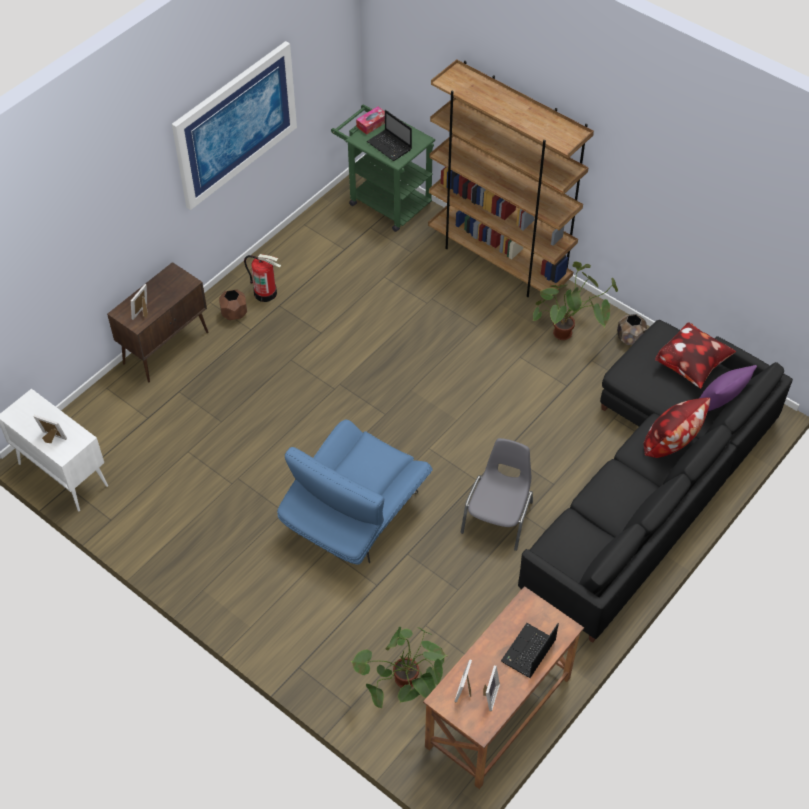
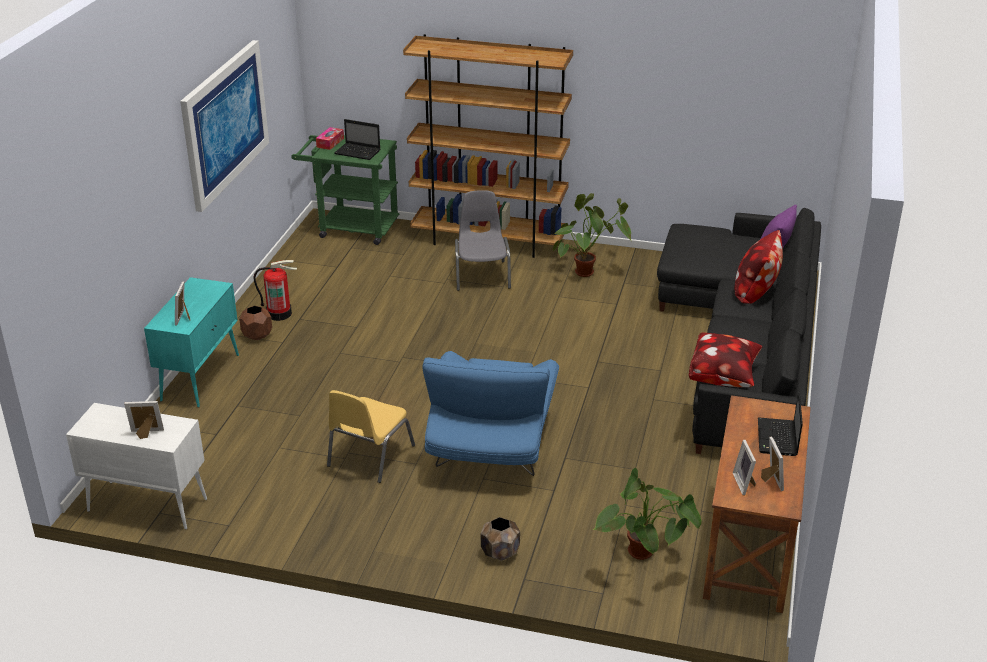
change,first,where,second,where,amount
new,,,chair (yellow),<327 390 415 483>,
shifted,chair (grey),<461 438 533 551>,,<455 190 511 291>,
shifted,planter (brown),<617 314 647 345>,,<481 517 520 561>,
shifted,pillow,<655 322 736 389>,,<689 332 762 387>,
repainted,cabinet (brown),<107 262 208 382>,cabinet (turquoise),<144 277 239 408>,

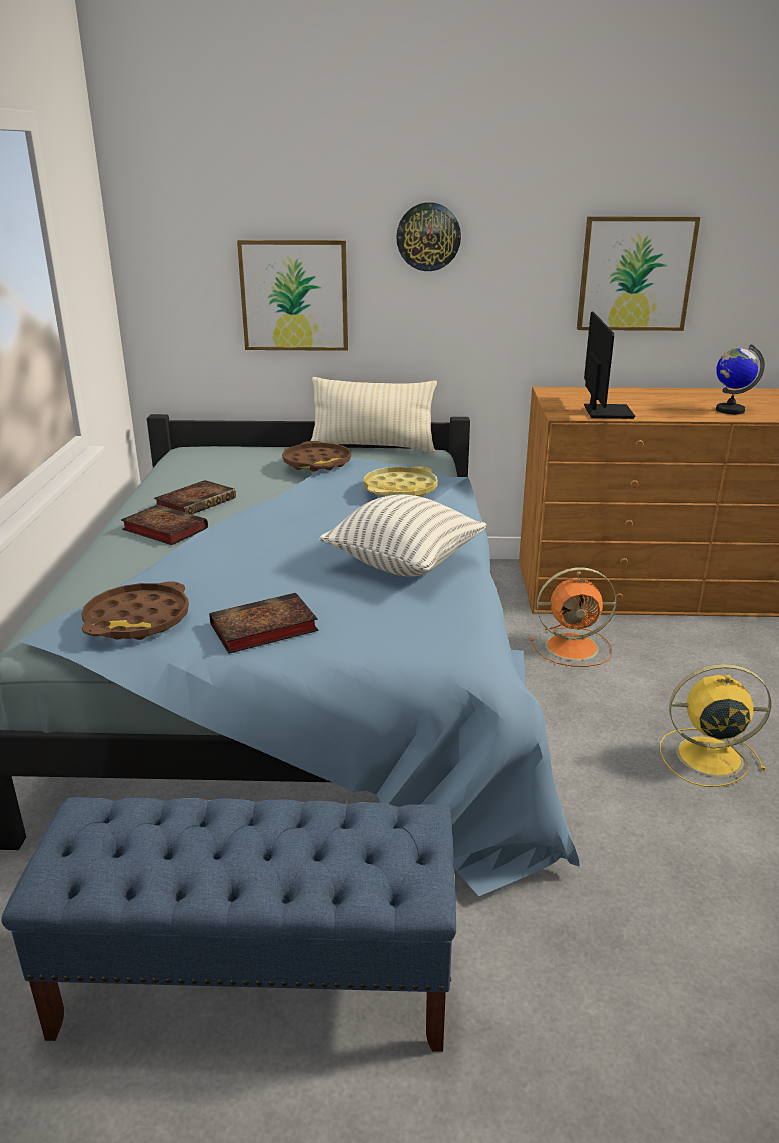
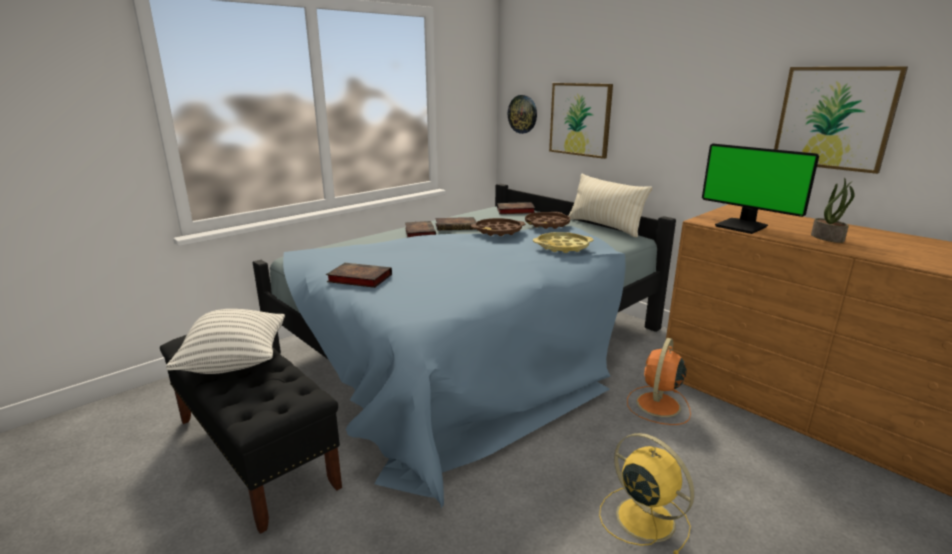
change,first,where,second,where,amount
gone,globe,<716 344 765 414>,,,
new,,,book,<497 202 535 214>,
new,,,potted plant,<811 178 855 243>,
shifted,tray (brown),<81 581 189 640>,,<471 218 526 236>,
shifted,pillow,<319 495 487 577>,,<166 309 285 374>,
shifted,wall clock,<396 202 461 271>,,<508 95 537 134>,
repainted,bench (blue),<1 797 456 1052>,bench (black),<160 335 342 534>,
rotated,fan (orange),<530 567 617 667>,,<627 338 691 425>,75 degrees clockwise
rotated,monitor,<584 312 635 419>,,<702 144 819 234>,90 degrees clockwise

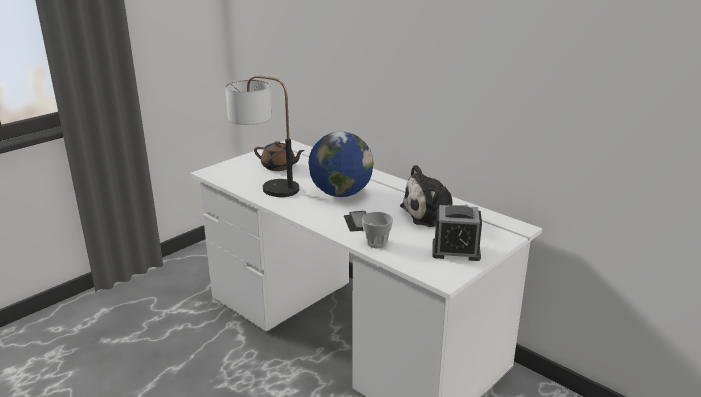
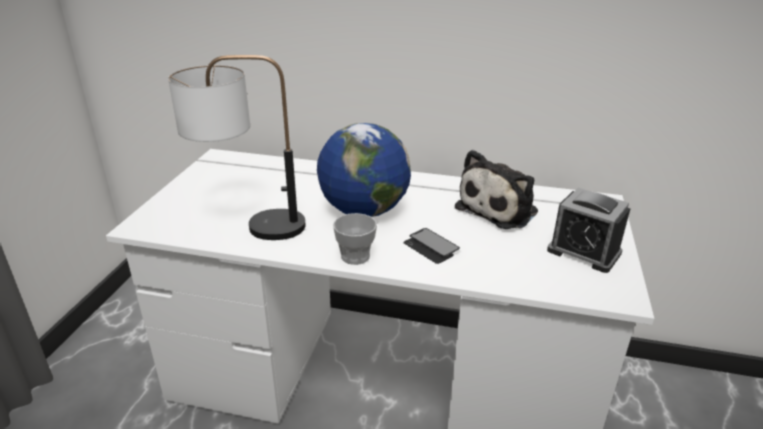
change,first,where,second,where,amount
gone,teapot (brown),<254 141 305 171>,,,
shifted,cup,<362 212 393 248>,,<333 213 377 265>,
rotated,alarm clock,<432 205 482 261>,,<547 188 631 273>,60 degrees clockwise

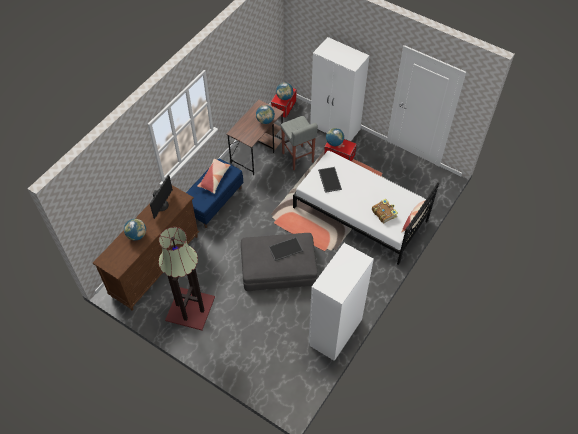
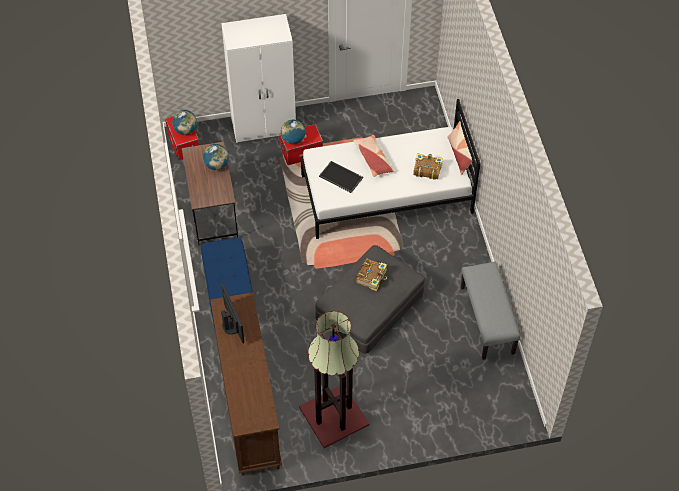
change,first,where,second,where,amount
gone,globe,<124 219 146 241>,,,
gone,stool (grey),<281 116 318 170>,,,
shifted,pillow,<197 159 230 194>,,<353 135 395 177>,
swapped,tray,<268 237 303 261>,book,<356 259 387 291>,
swapped,wardrobe (white),<309 243 374 361>,bench (grey),<461 262 520 360>,

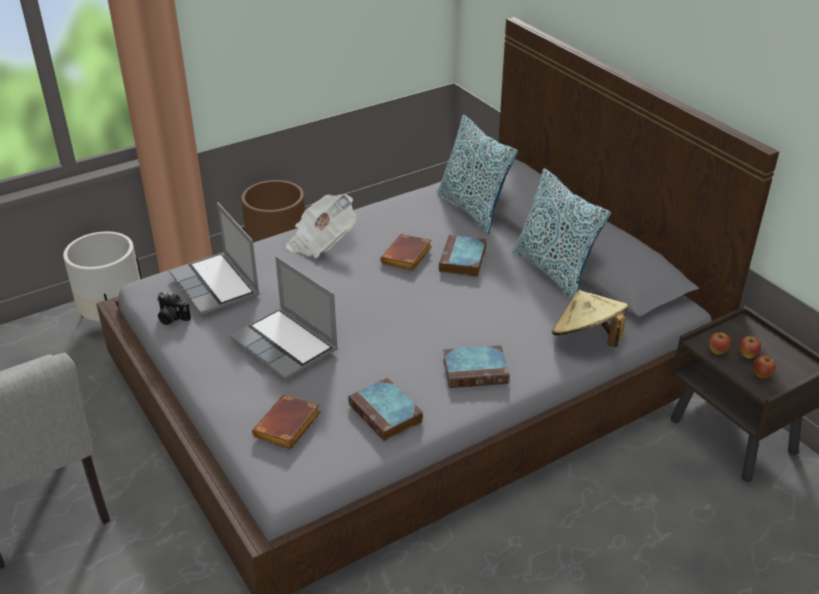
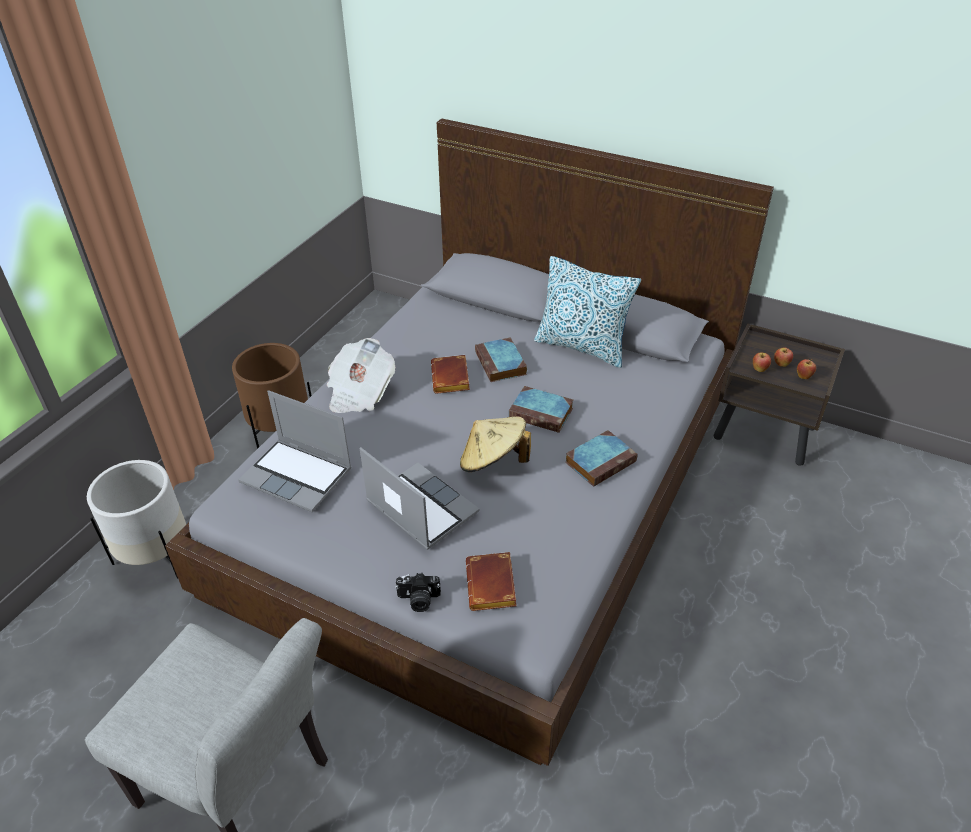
change,first,where,second,where,amount
gone,pillow,<437 115 518 234>,,,
shifted,photo camera,<157 292 191 325>,,<395 573 441 612>,
shifted,book,<348 377 423 441>,,<509 386 573 433>,
shifted,hat (beige),<552 290 628 347>,,<460 416 531 472>,
rotated,laptop,<230 256 338 380>,,<360 447 480 550>,150 degrees counterclockwise

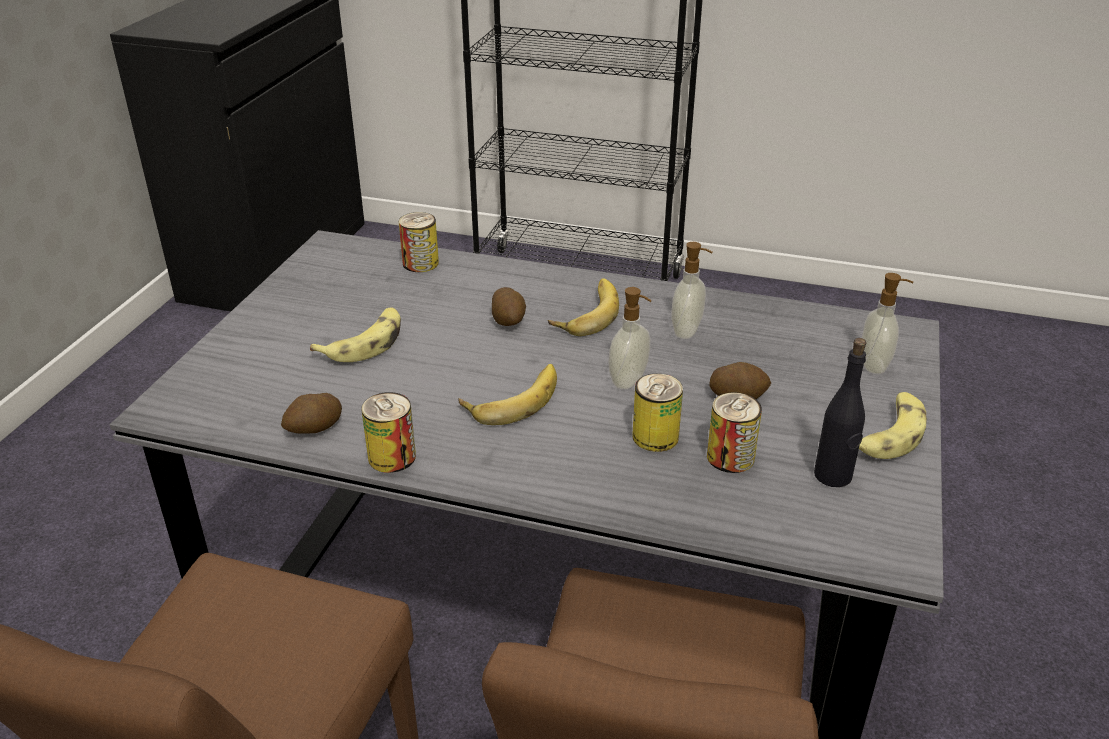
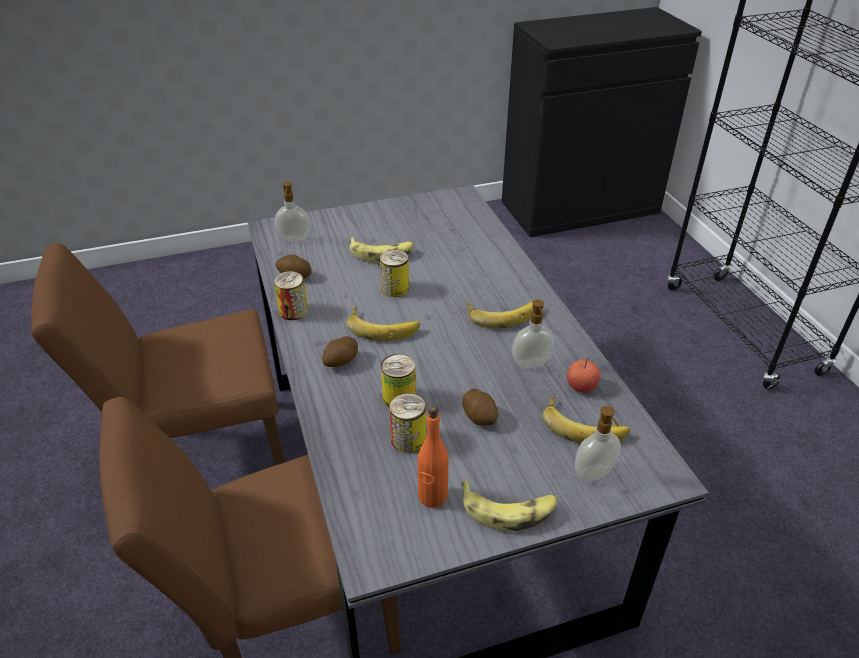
change,first,where,second,where,amount
new,,,banana,<543 394 630 443>,
new,,,apple,<567 358 600 392>,
shifted,can,<399 212 439 272>,,<380 250 409 297>,
shifted,potato,<492 287 526 326>,,<322 336 358 367>,
shifted,soap dispenser,<608 287 652 389>,,<275 182 310 242>,
repainted,bottle (black),<814 338 866 487>,bottle (orange),<418 405 449 508>,

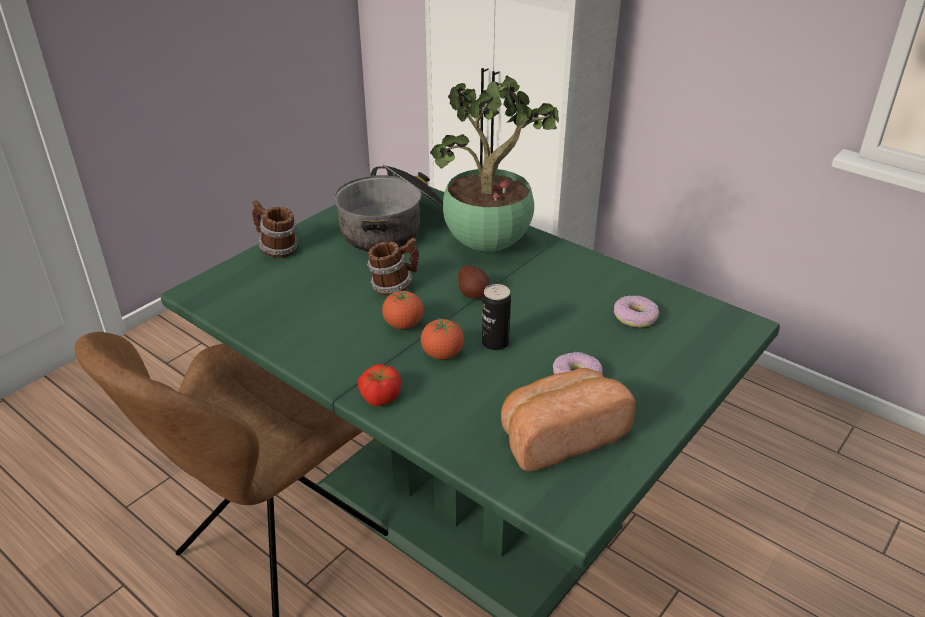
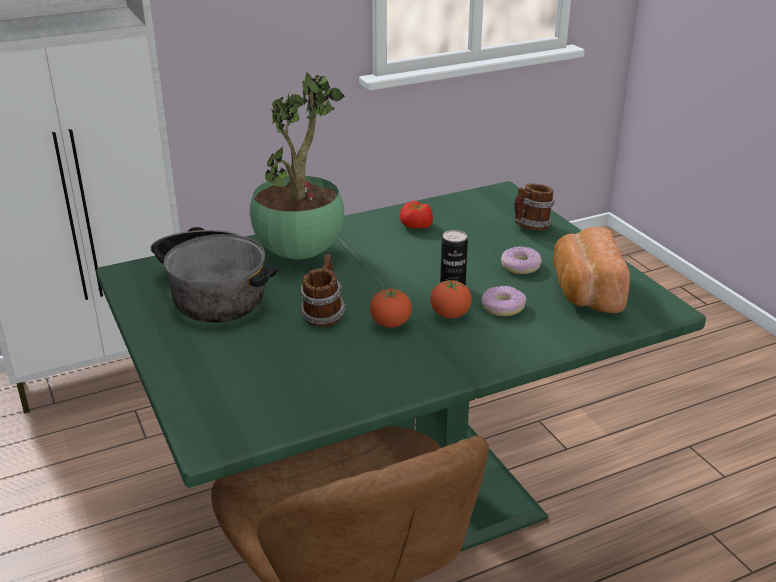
change,first,where,second,where,amount
gone,potato,<458 265 490 299>,,,
shifted,mug,<252 200 299 258>,,<514 183 555 231>,
shifted,tomato,<358 364 401 406>,,<400 201 433 229>,
shifted,donut,<614 296 659 328>,,<481 286 526 316>,

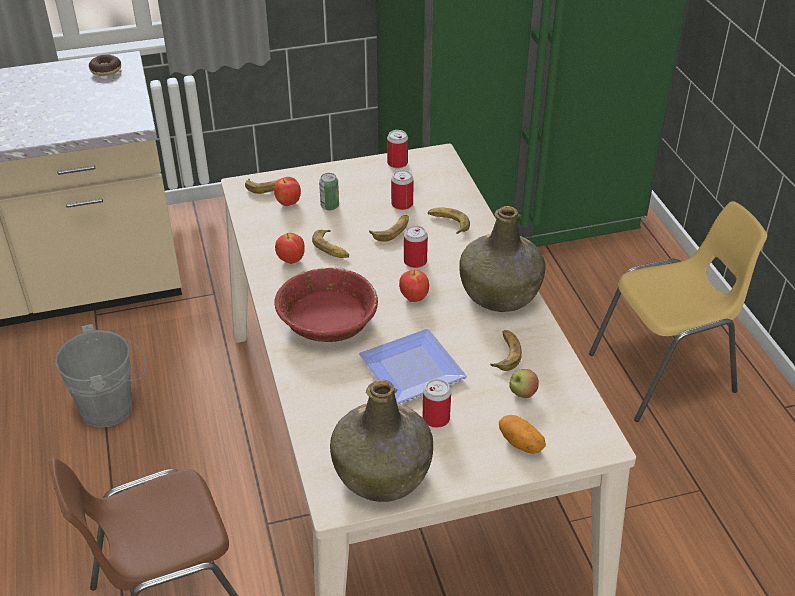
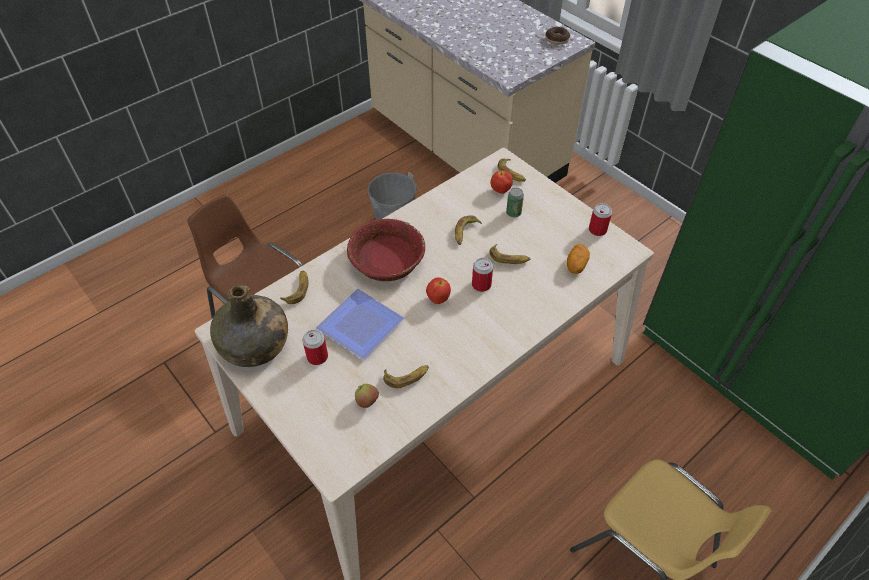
change,first,where,second,where,amount
gone,apple,<275 233 305 264>,,,
gone,can,<391 170 414 210>,,,
gone,bottle (green),<459 206 546 312>,,,
shifted,banana,<428 207 470 234>,,<280 271 308 304>,
shifted,potato,<499 415 546 454>,,<567 244 590 274>,

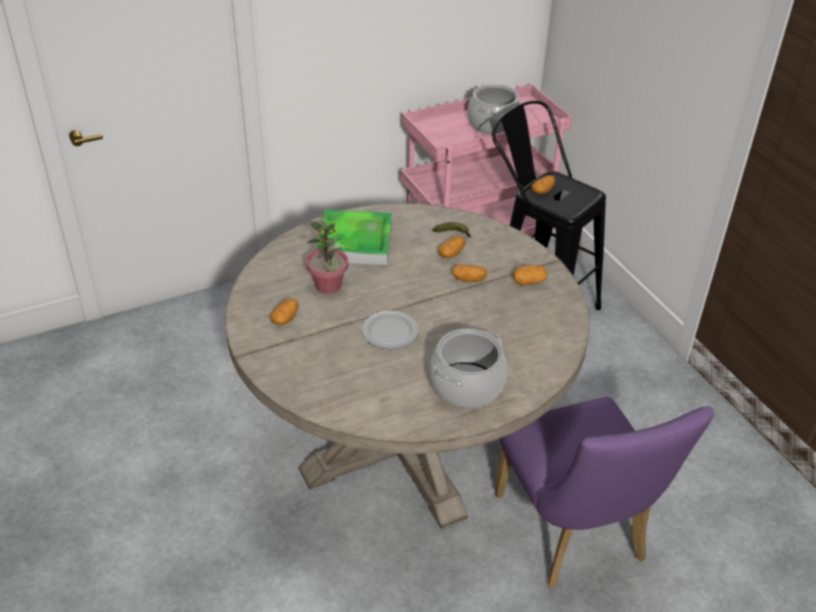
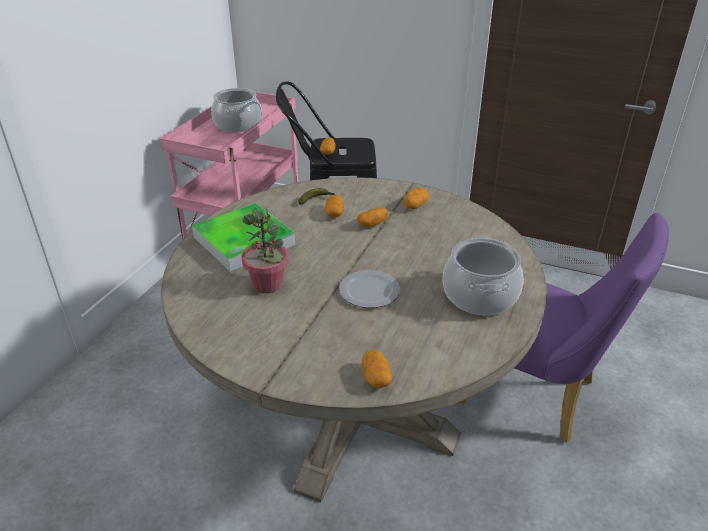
change,first,where,second,where,amount
shifted,potato,<270 298 299 325>,,<362 350 392 388>,

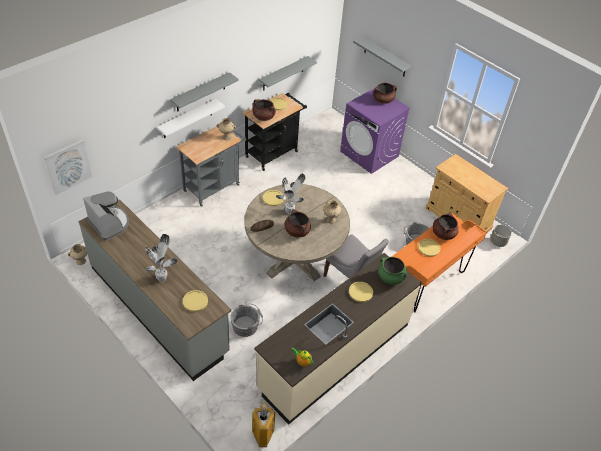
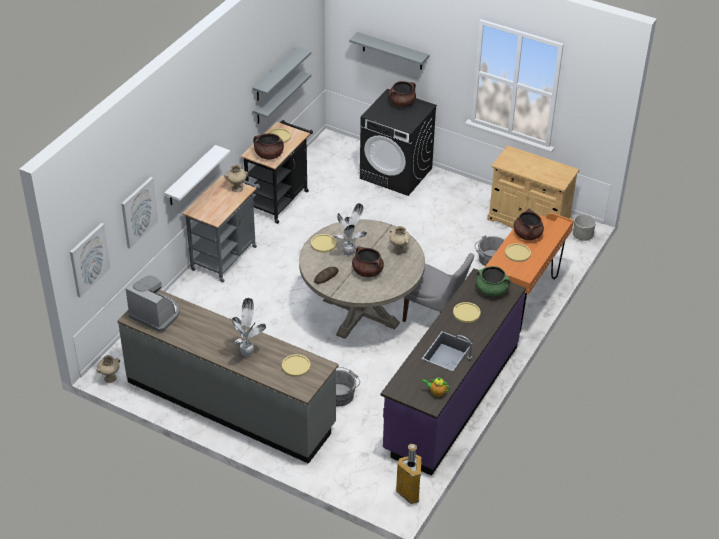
change,first,where,second,where,amount
new,,,picture,<121 177 158 249>,
shifted,shelf (grey),<170 72 239 112>,,<252 47 311 101>,
repainted,counter (beige),<254 253 422 424>,counter (purple),<381 268 526 476>,
repainted,washing machine (purple),<340 87 410 174>,washing machine (black),<360 89 437 196>,

